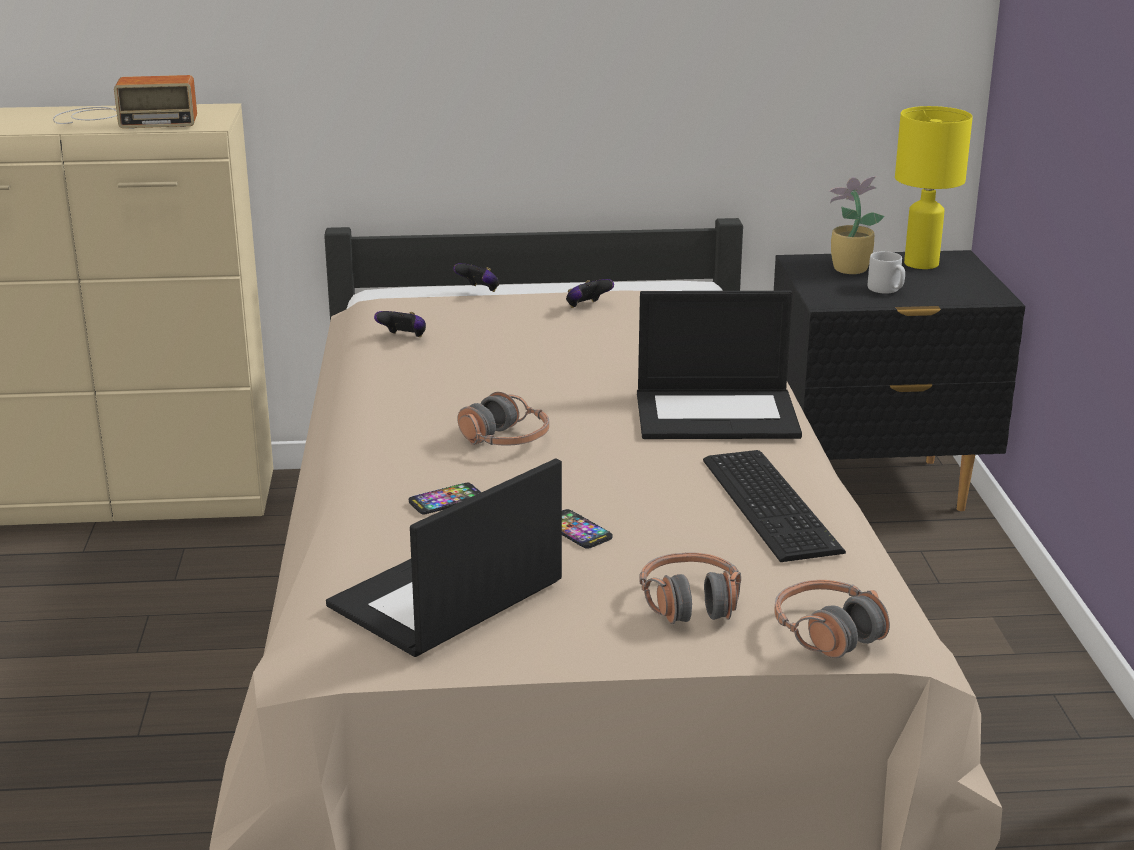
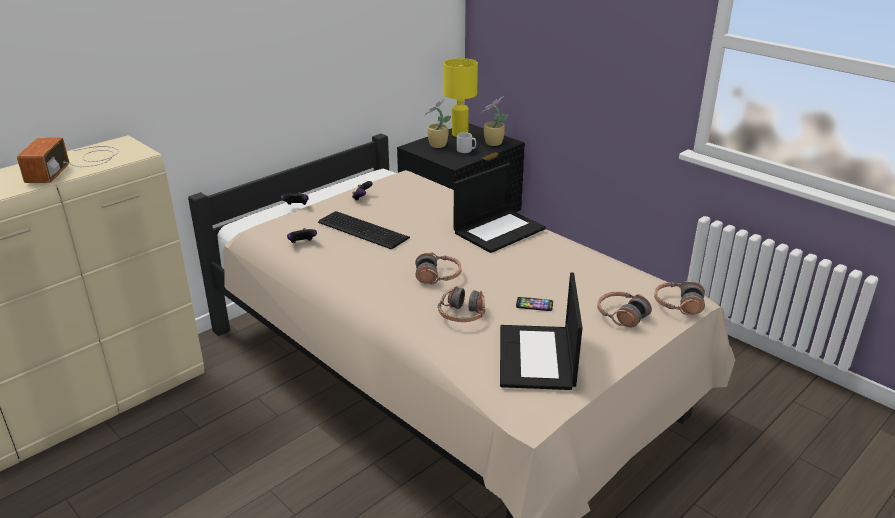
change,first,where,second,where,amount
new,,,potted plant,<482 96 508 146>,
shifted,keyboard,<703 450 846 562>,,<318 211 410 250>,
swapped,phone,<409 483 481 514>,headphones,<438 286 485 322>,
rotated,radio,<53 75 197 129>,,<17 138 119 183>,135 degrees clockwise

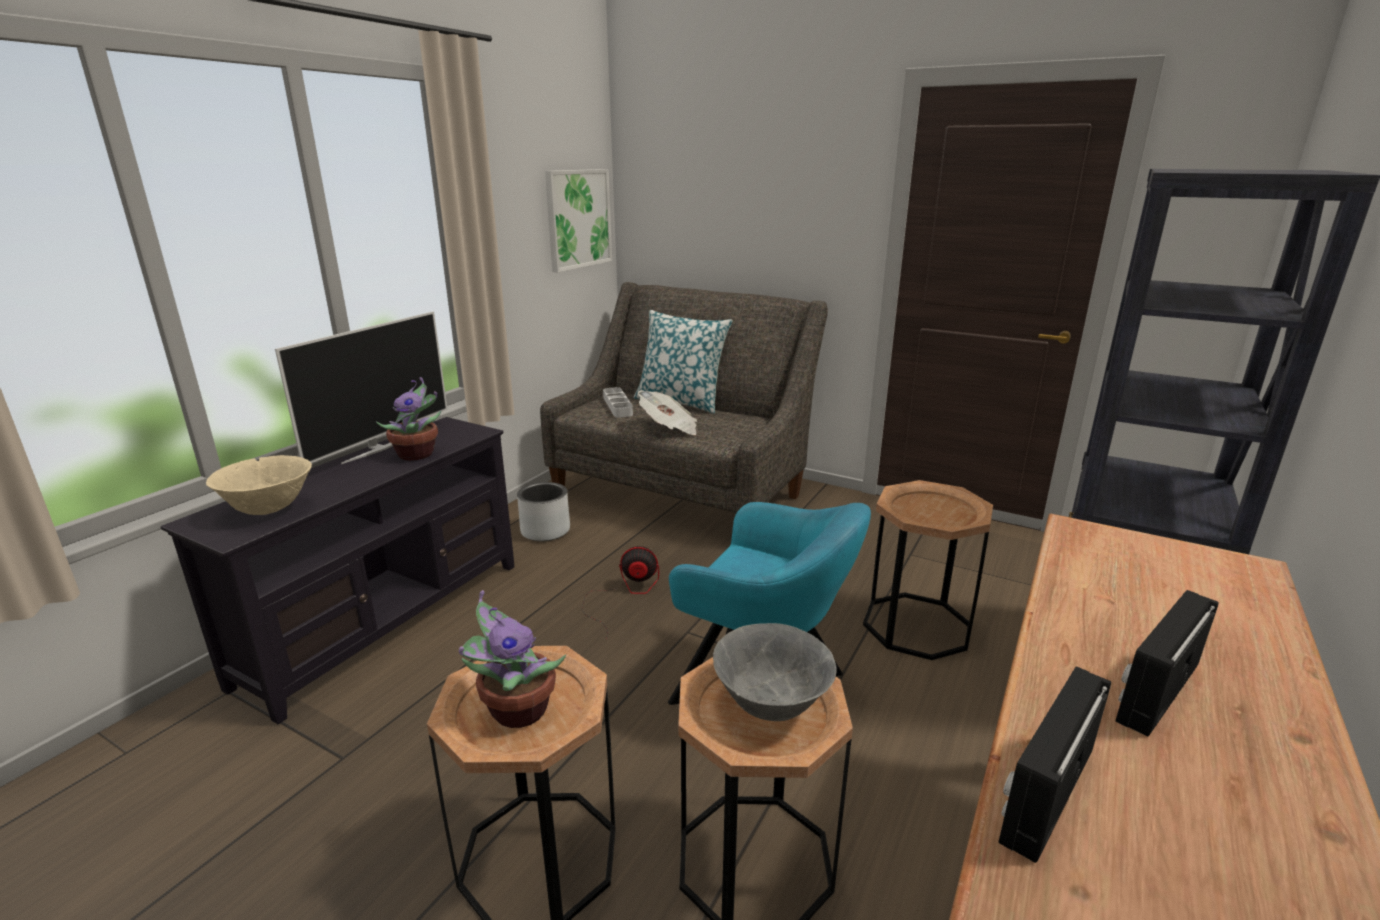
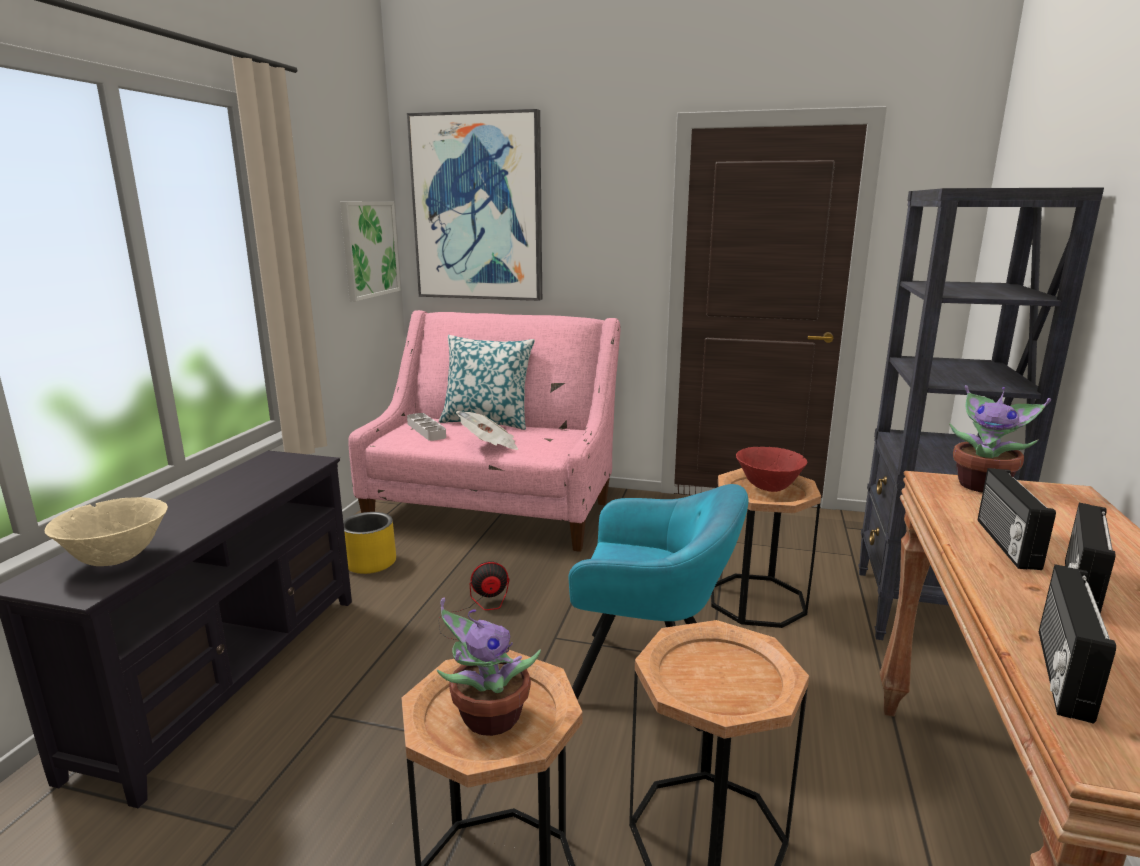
change,first,where,second,where,amount
gone,television,<275 311 448 464>,,,
gone,bowl (grey),<713 623 837 721>,,,
new,,,picture,<407 109 542 301>,
new,,,bowl (red),<736 447 807 492>,
new,,,radio,<977 468 1056 570>,
shifted,potted plant,<376 377 441 461>,,<949 385 1051 493>,
repainted,planter (grey),<517 482 570 541>,planter (yellow),<343 512 396 574>,
repainted,sofa (grey),<540 282 828 513>,sofa (pink),<348 310 621 552>,

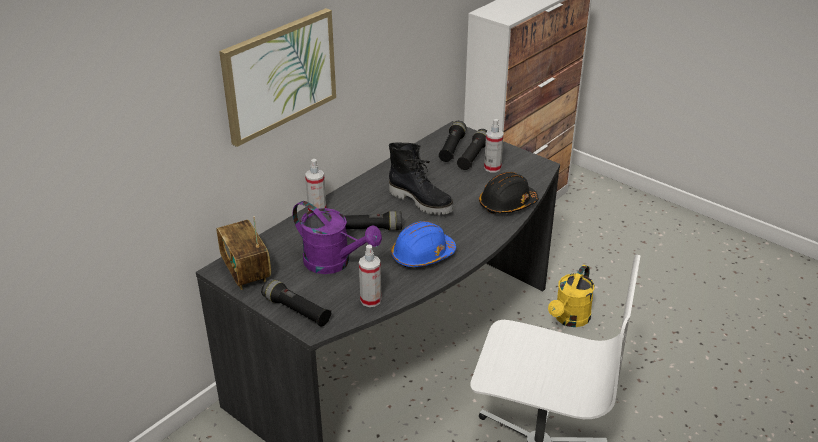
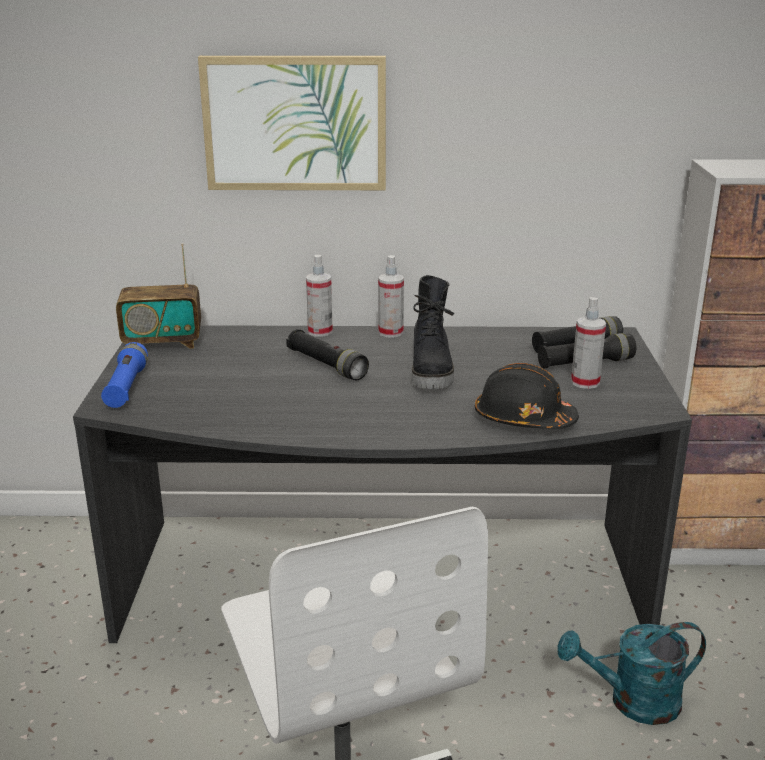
change,first,where,second,where,amount
gone,watering can (purple),<293 201 382 274>,,,
gone,hard hat (blue),<391 221 456 267>,,,
shifted,spray bottle,<359 245 381 307>,,<378 255 404 338>,
repainted,flashlight (black),<261 278 332 327>,flashlight (blue),<101 342 148 408>,
repainted,watering can (yellow),<548 265 594 327>,watering can (turquoise),<557 622 706 725>,
rotated,radio,<216 216 271 290>,,<116 243 201 349>,120 degrees counterclockwise

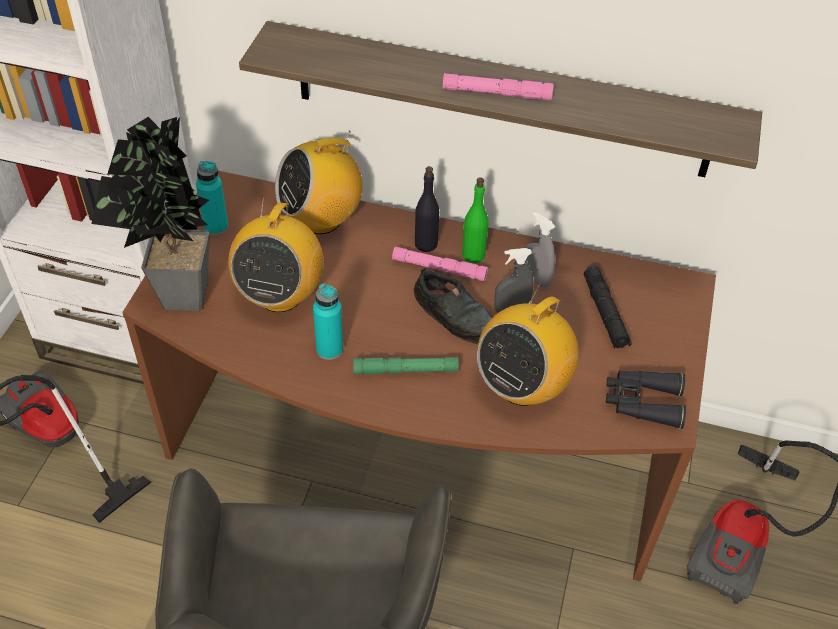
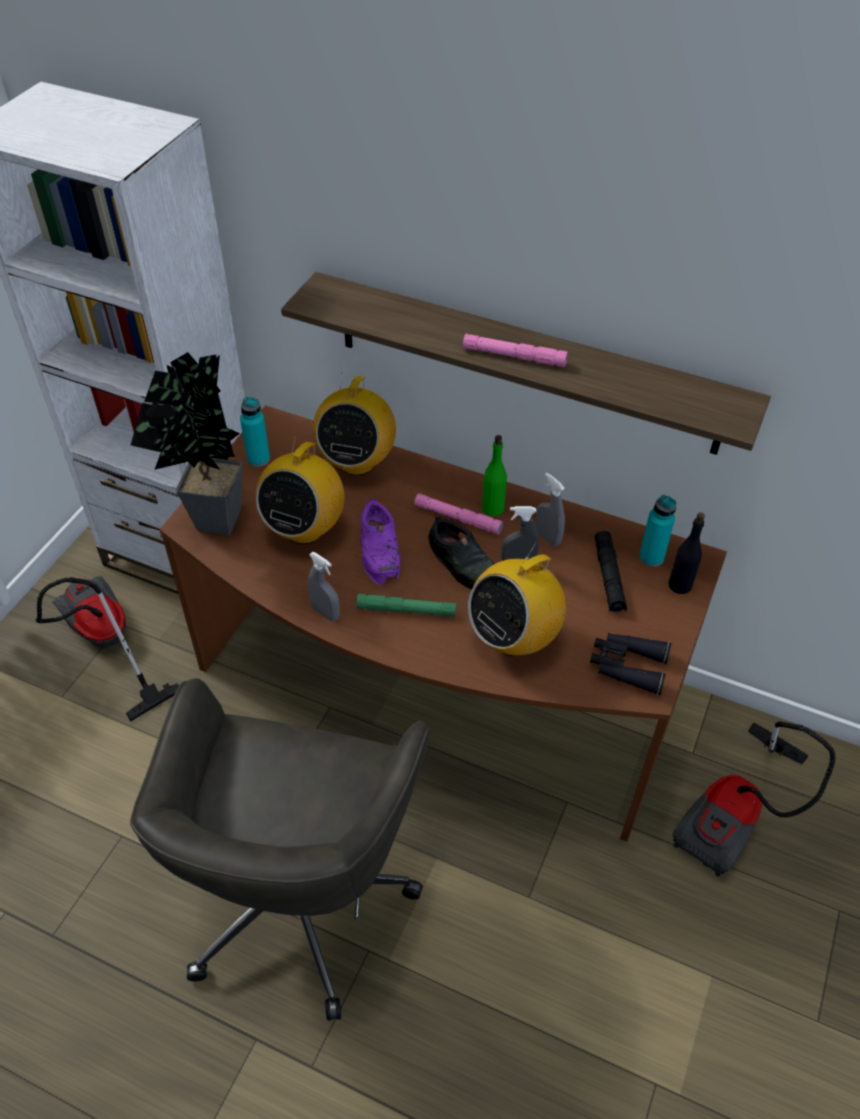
change,first,where,second,where,amount
new,,,spray bottle (grey),<308 552 340 621>,
new,,,shoe (purple),<360 498 401 586>,
shifted,bottle (turquoise),<313 283 343 360>,,<639 495 677 567>,
shifted,bottle (black),<415 166 439 252>,,<668 512 705 594>,
rotated,radio,<275 131 363 234>,,<313 373 396 475>,60 degrees counterclockwise

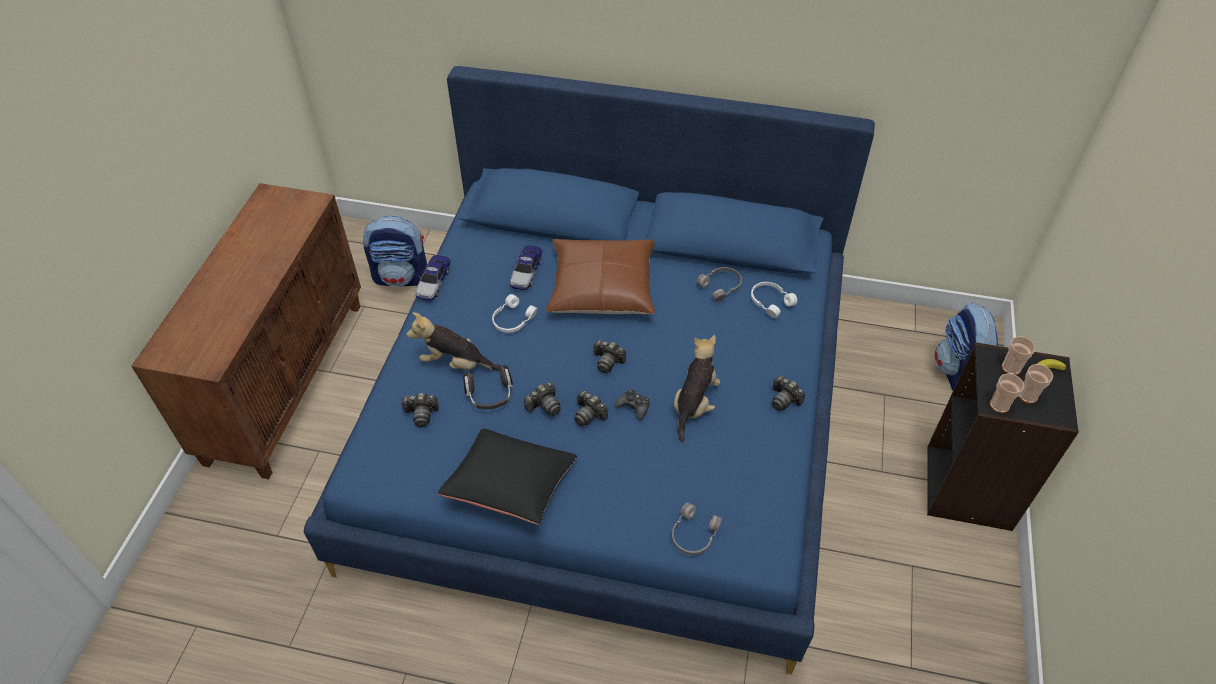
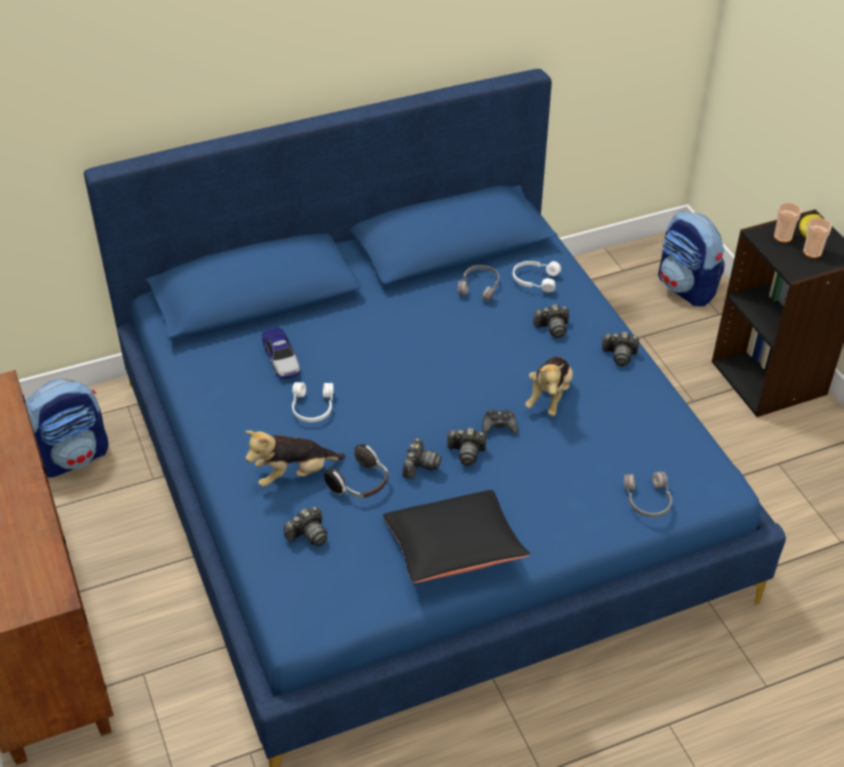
change,first,where,second,where,amount
gone,toy car,<415 255 451 301>,,,
gone,pillow (brown),<546 239 655 314>,,,
gone,cup,<990 374 1024 413>,,,
shifted,photo camera,<593 340 626 373>,,<533 304 569 338>,
rotated,plush toy,<674 335 720 442>,,<525 357 573 416>,150 degrees counterclockwise

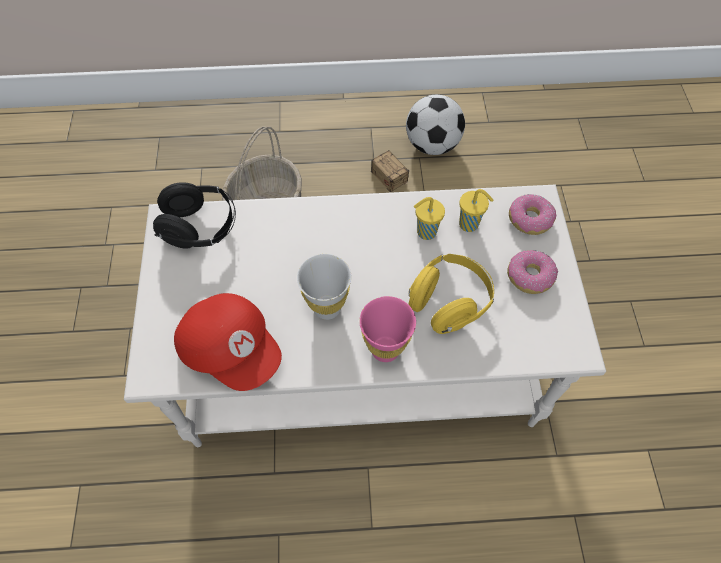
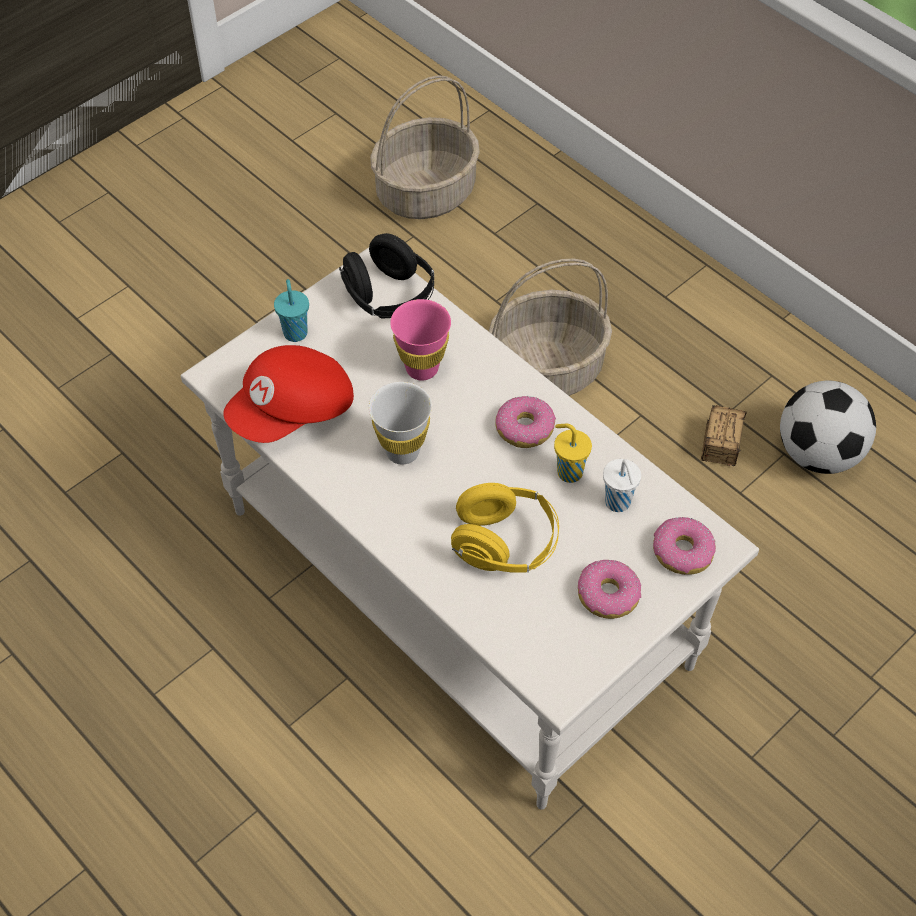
change,first,where,second,where,amount
new,,,cup (turquoise),<274 279 309 342>,
new,,,basket,<370 75 480 219>,
new,,,donut,<495 396 556 448>,
shifted,cup (pink),<359 296 416 362>,,<390 299 451 380>,
repainted,cup (yellow),<459 189 494 232>,cup (white),<603 459 641 512>,
rotated,cap (red),<174 293 282 391>,,<223 345 354 443>,45 degrees clockwise

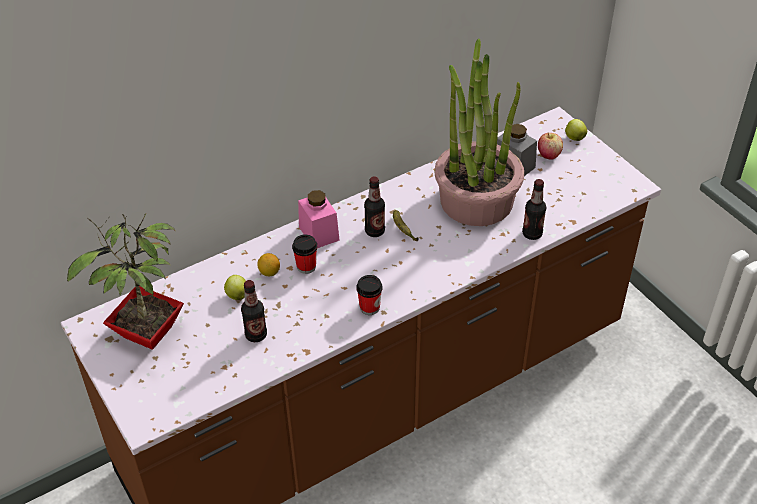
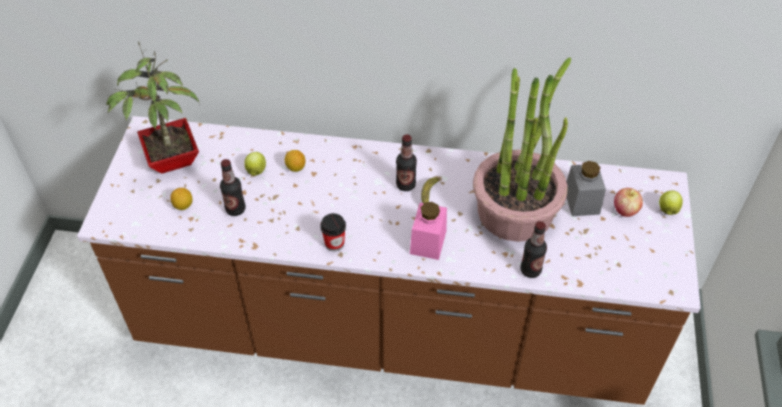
change,first,where,second,where,amount
gone,cup,<292 234 317 274>,,,
new,,,lemon,<170 188 193 210>,
shifted,jar (pink),<298 190 340 248>,,<410 202 447 260>,

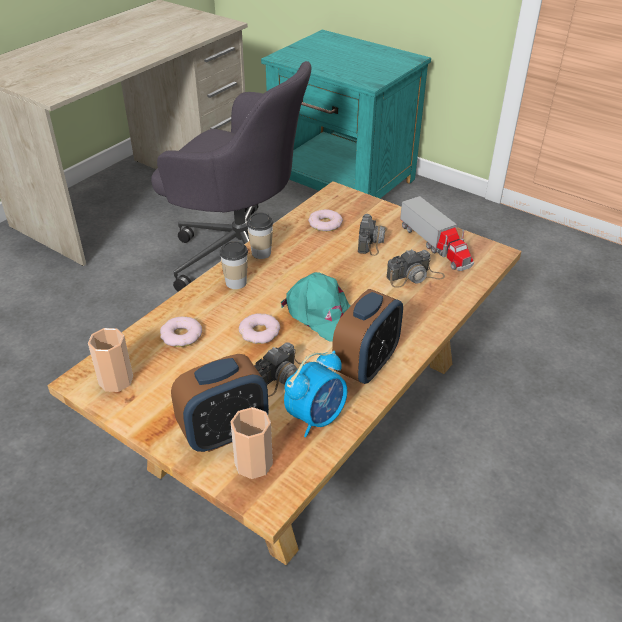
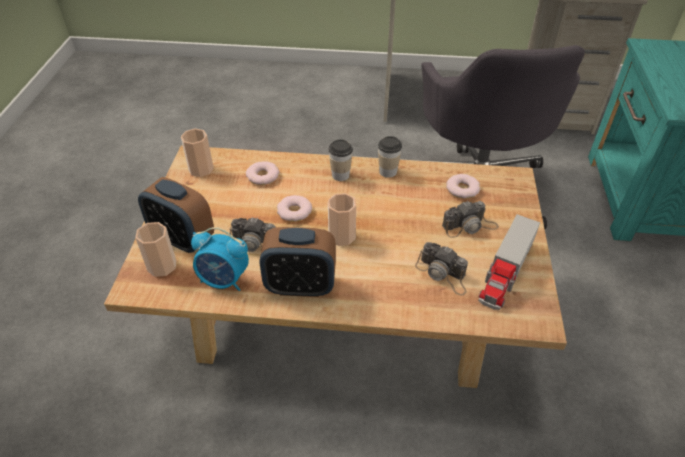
change,first,where,second,where,amount
swapped,cap (turquoise),<281 272 350 342>,cup,<328 193 356 246>,

